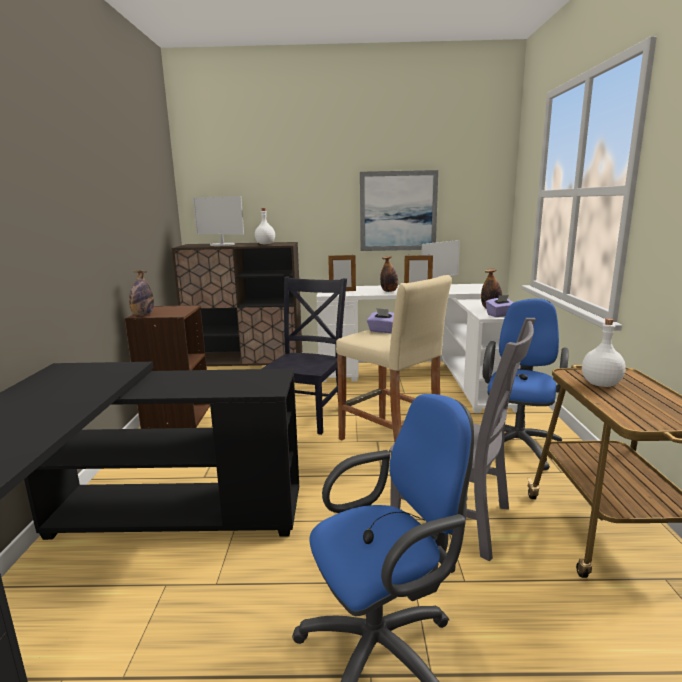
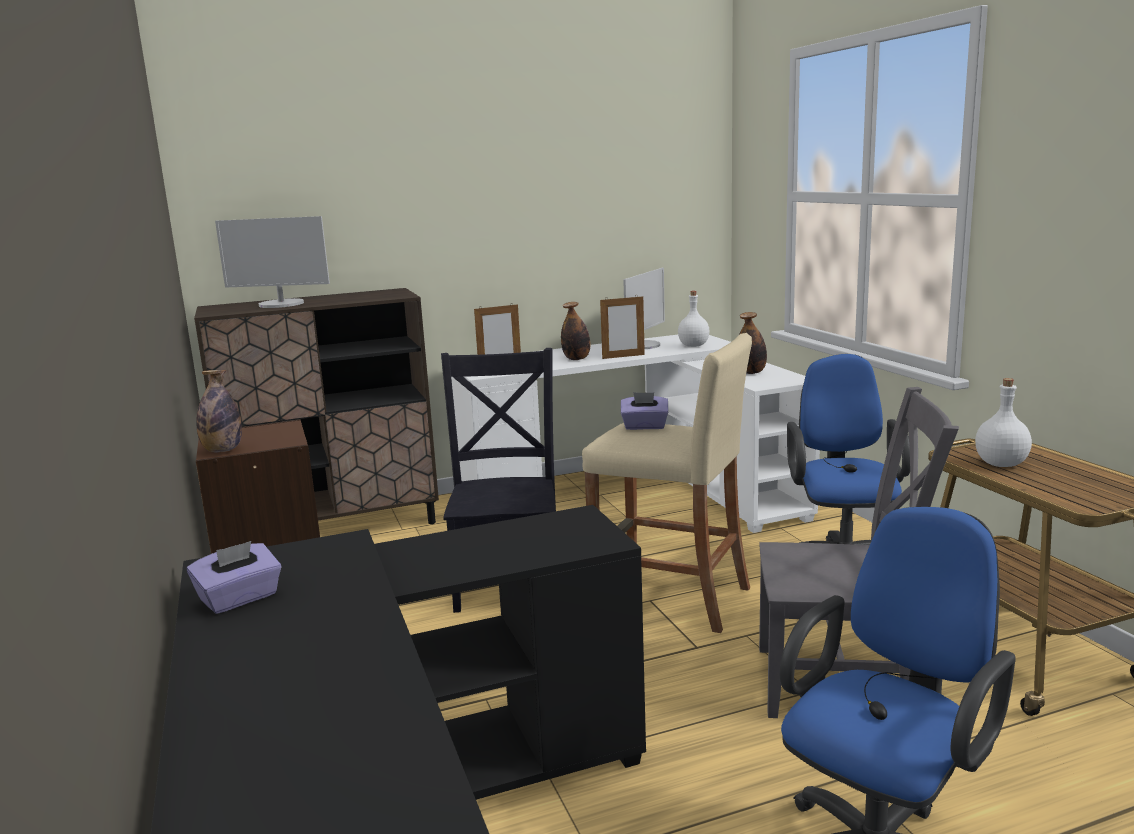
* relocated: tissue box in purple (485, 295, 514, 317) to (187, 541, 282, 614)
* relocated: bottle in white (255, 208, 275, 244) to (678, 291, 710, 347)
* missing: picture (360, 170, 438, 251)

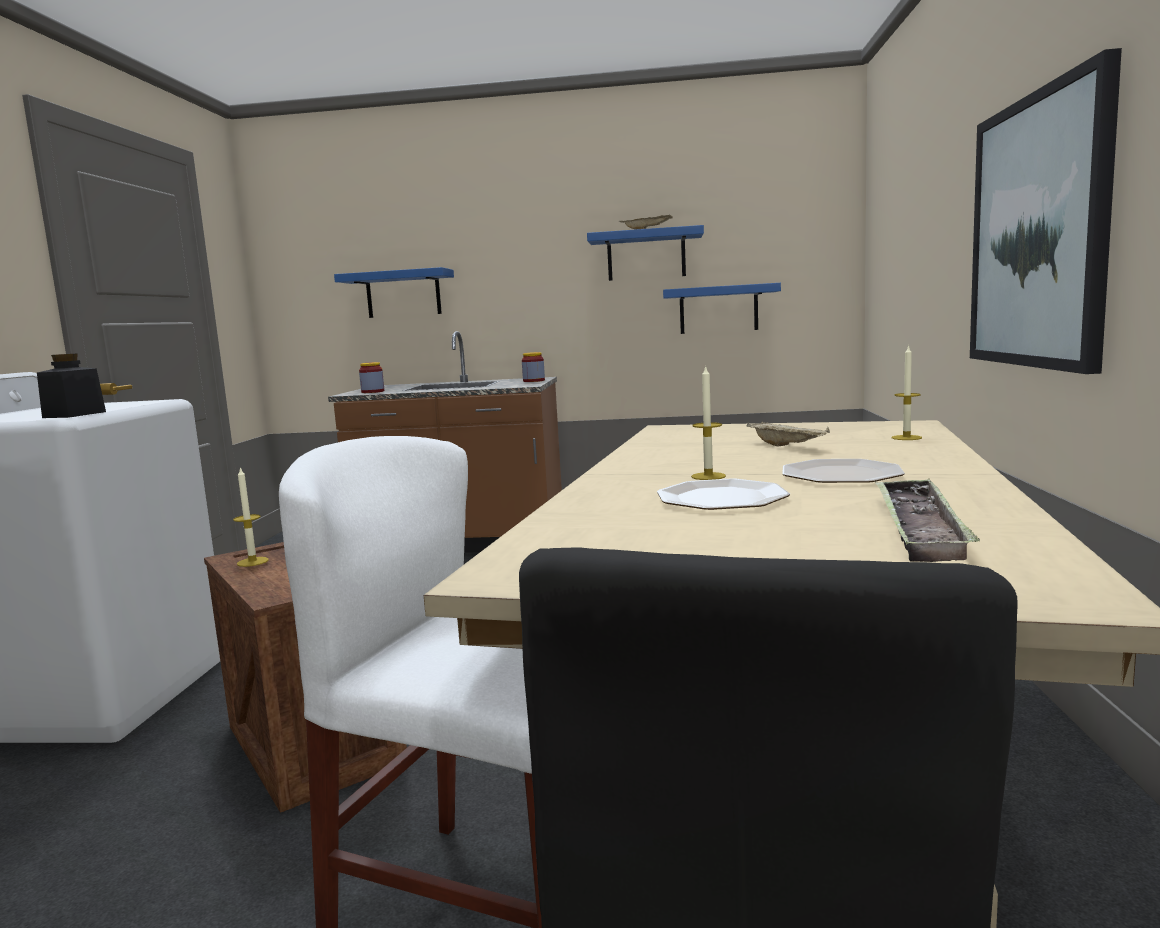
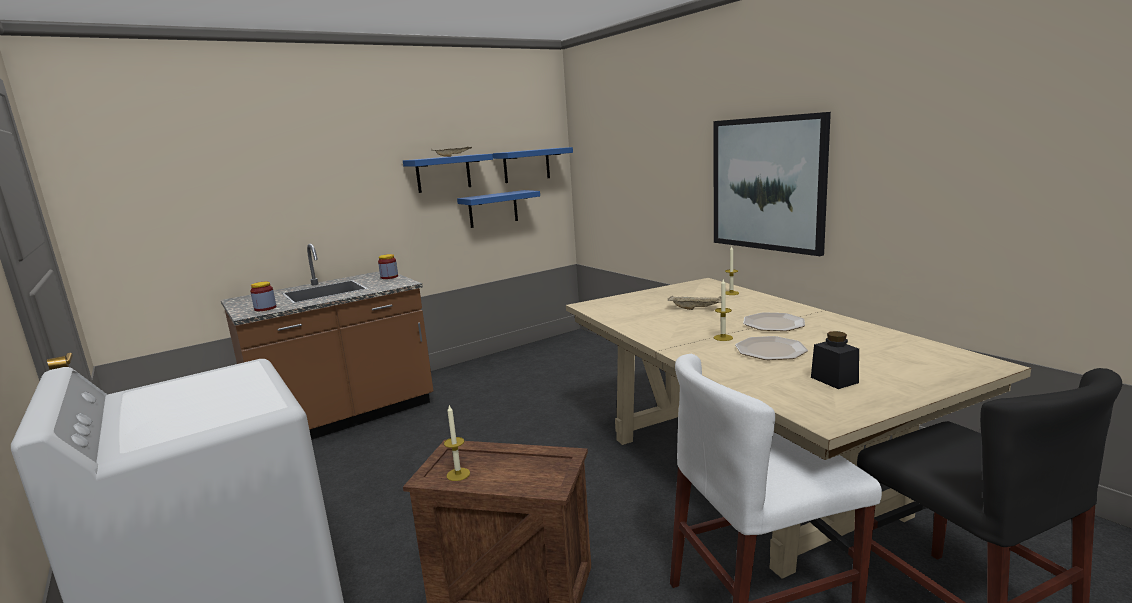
* relocated: shelf in blue (334, 267, 454, 318) to (493, 147, 573, 183)
* relocated: jar in black (37, 353, 106, 418) to (811, 331, 859, 389)
* missing: tray (875, 479, 980, 562)

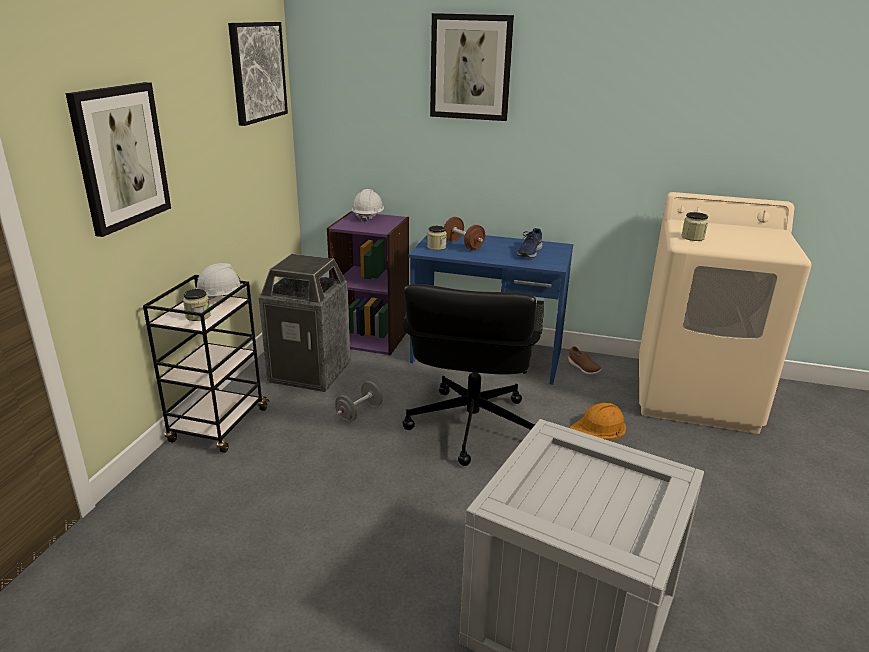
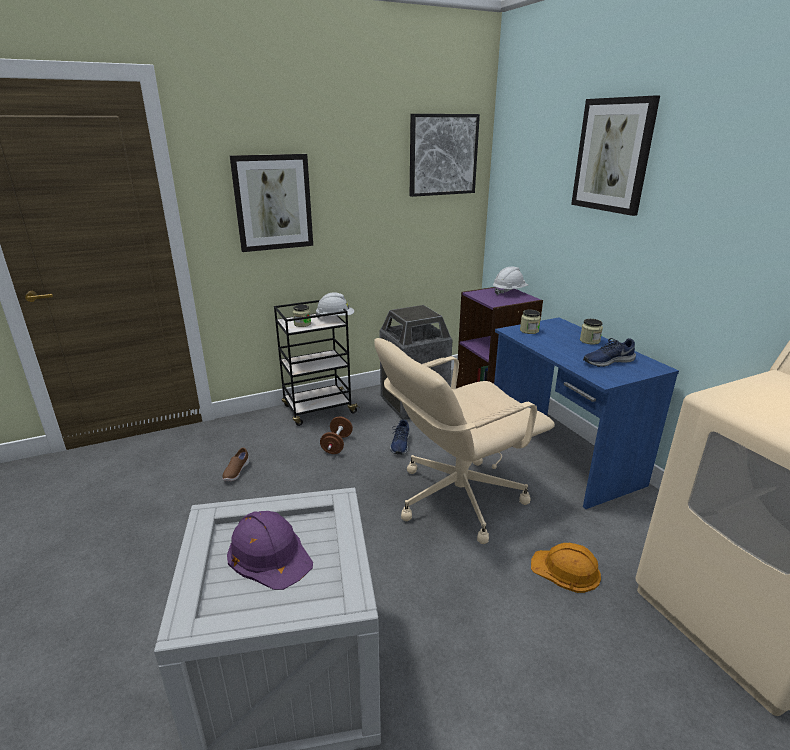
* relocated: shoe in brown (568, 346, 601, 375) to (223, 448, 249, 481)
* appeared: hard hat in purple (227, 511, 313, 590)
* relocated: dumbbell in brown (444, 217, 485, 250) to (320, 417, 353, 454)
* colour: office chair in black (403, 284, 544, 466) to office chair in beige (374, 338, 555, 544)
* exchanged: dumbbell in grey (335, 381, 383, 422) to shoe in blue (390, 420, 410, 455)
* relocated: jar (681, 212, 708, 241) to (580, 319, 603, 345)

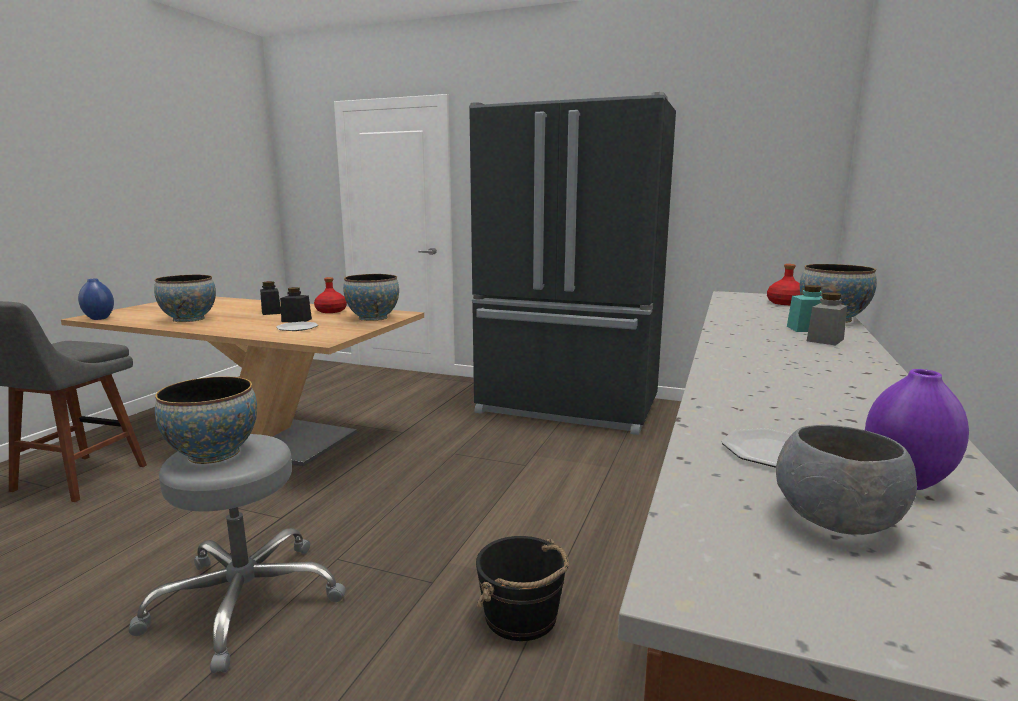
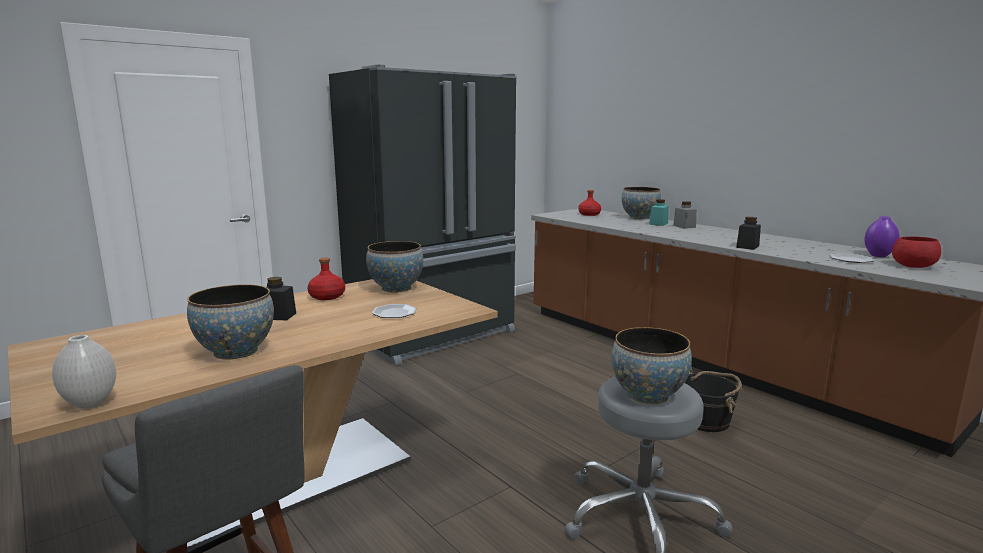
* colour: vase in blue (78, 279, 114, 320) to vase in white (52, 335, 116, 409)
* relocated: jar in black (280, 287, 312, 322) to (736, 217, 761, 250)
* colour: bowl in grey (776, 425, 917, 535) to bowl in red (892, 236, 941, 268)

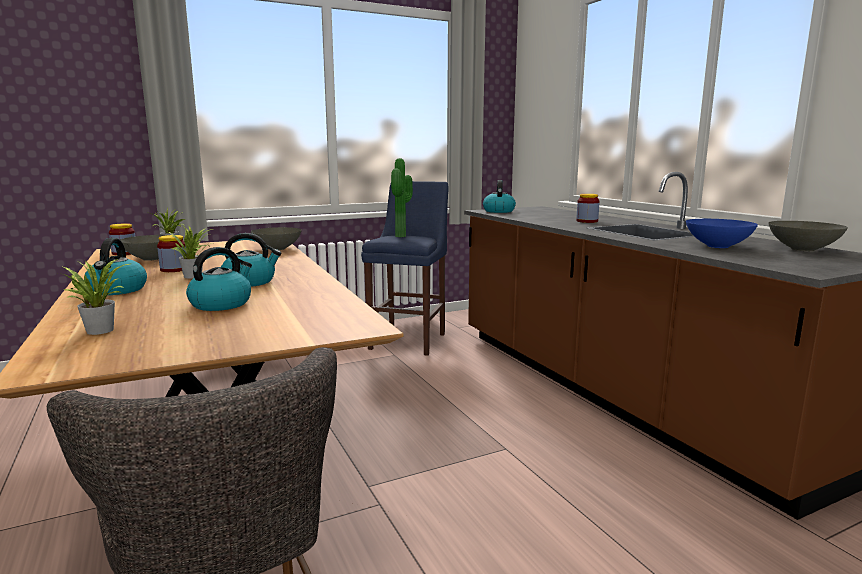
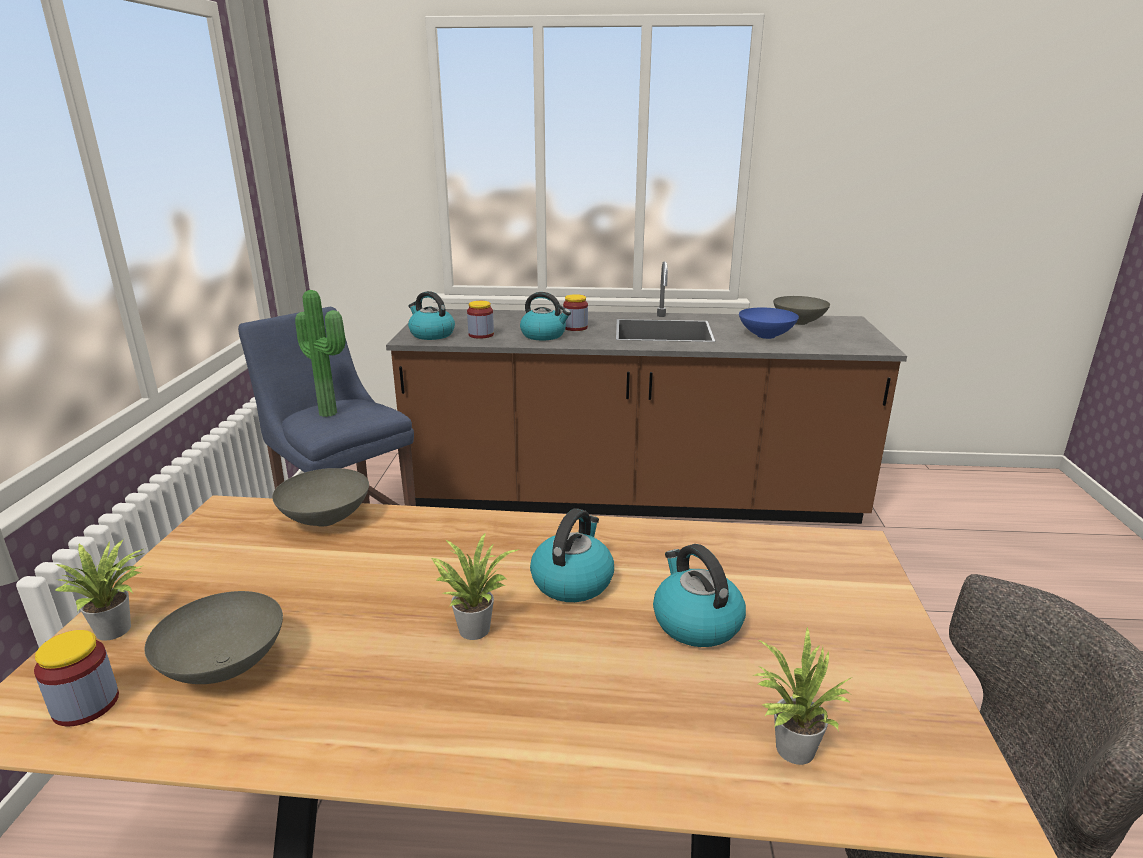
* relocated: jar (157, 235, 187, 272) to (467, 301, 494, 339)
* relocated: kettle (85, 238, 147, 295) to (520, 292, 571, 340)

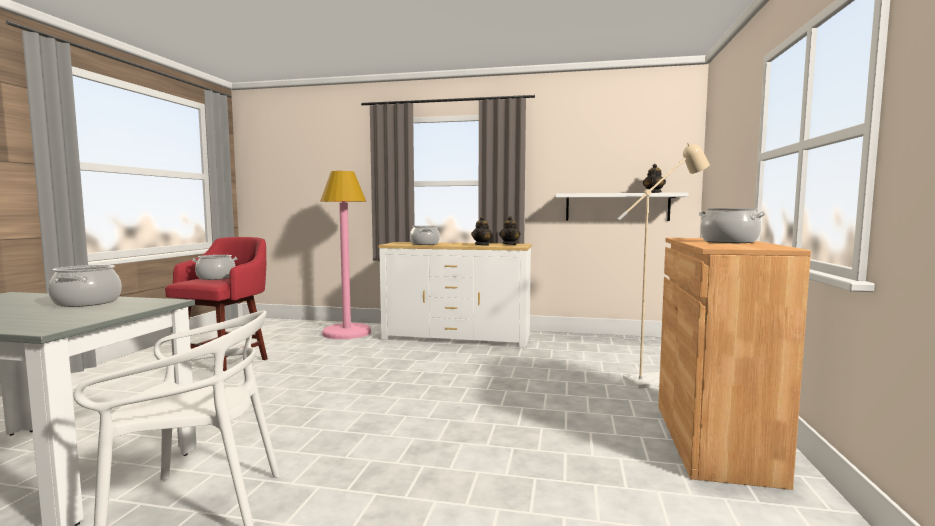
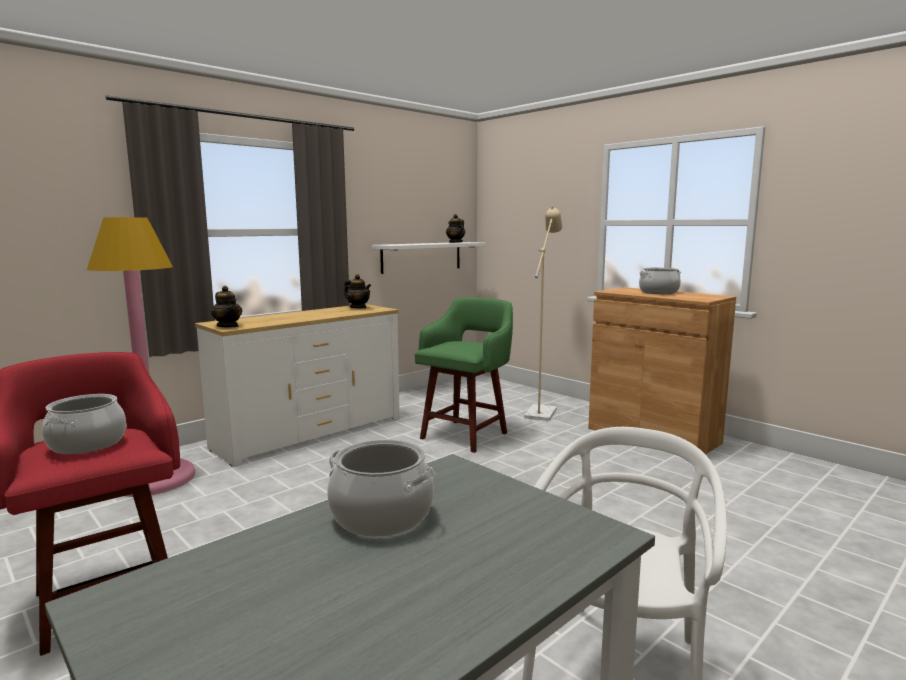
* relocated: teapot (471, 216, 493, 246) to (211, 286, 242, 327)
* appeared: stool in green (415, 297, 513, 453)
* missing: cooking pot (410, 226, 440, 245)

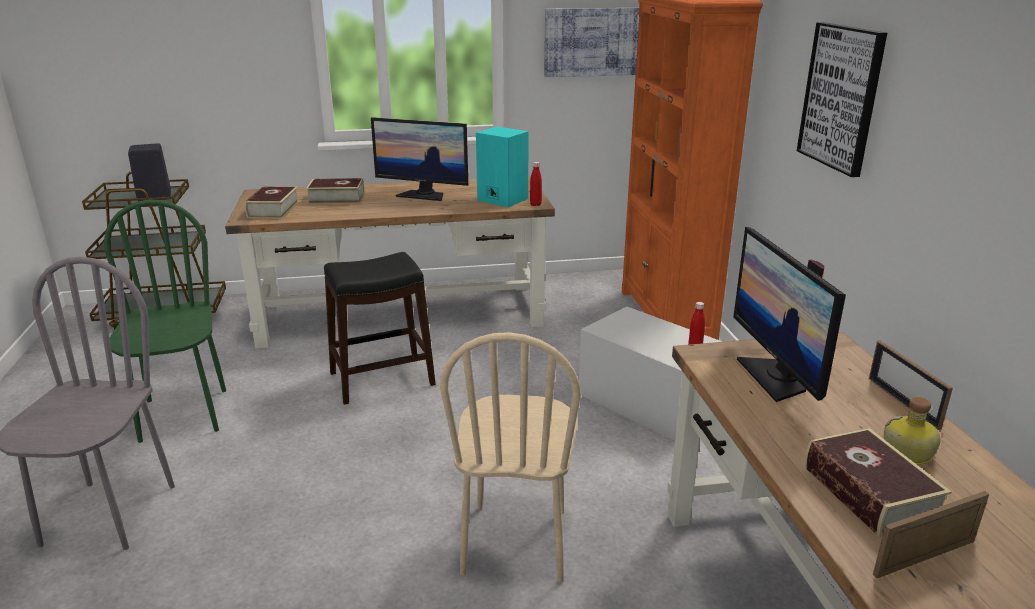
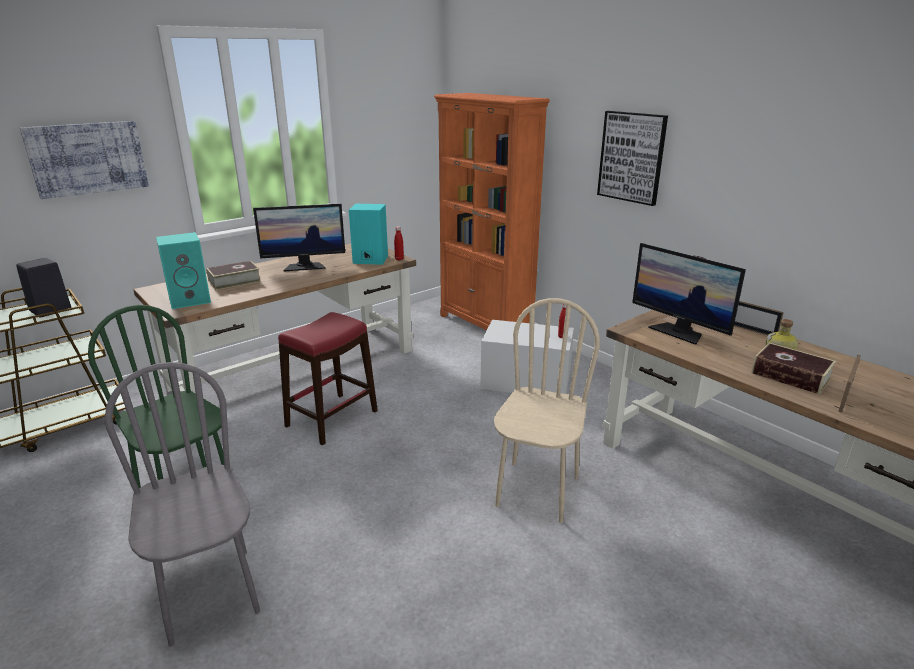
* relocated: picture (544, 8, 639, 77) to (20, 121, 149, 199)
* exchanged: book (245, 186, 300, 219) to speaker in turquoise (156, 232, 211, 309)
* colour: stool in black (324, 252, 436, 405) to stool in red (278, 312, 378, 446)
* spun: chair in beige (440, 332, 581, 583) = (494, 298, 600, 523) 135 degrees counterclockwise

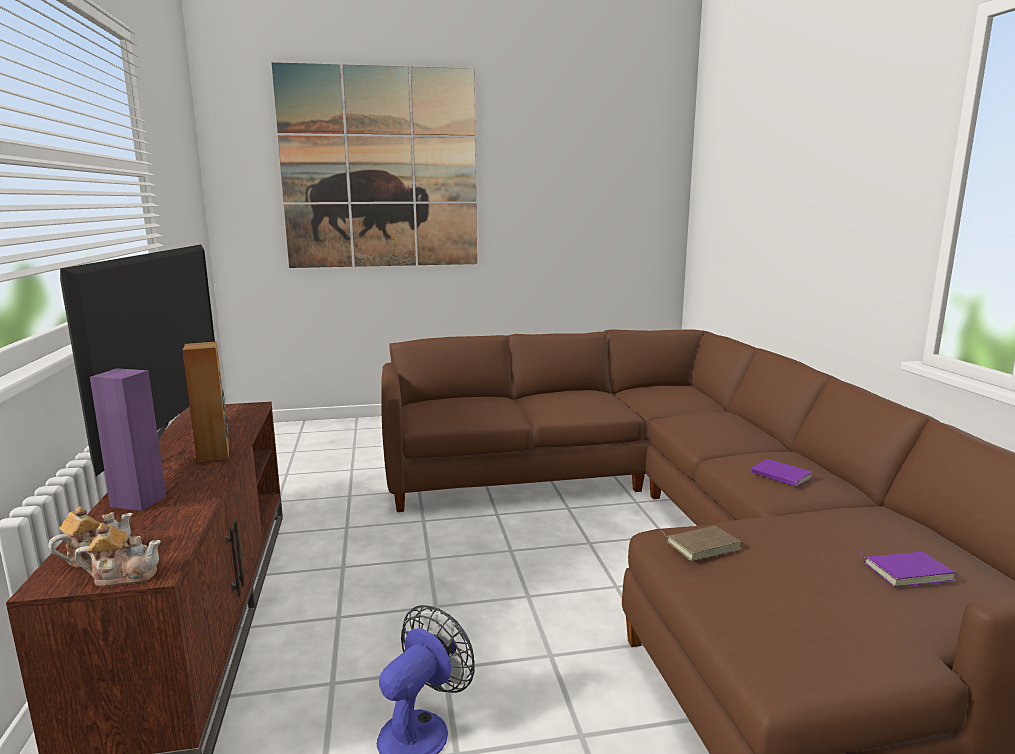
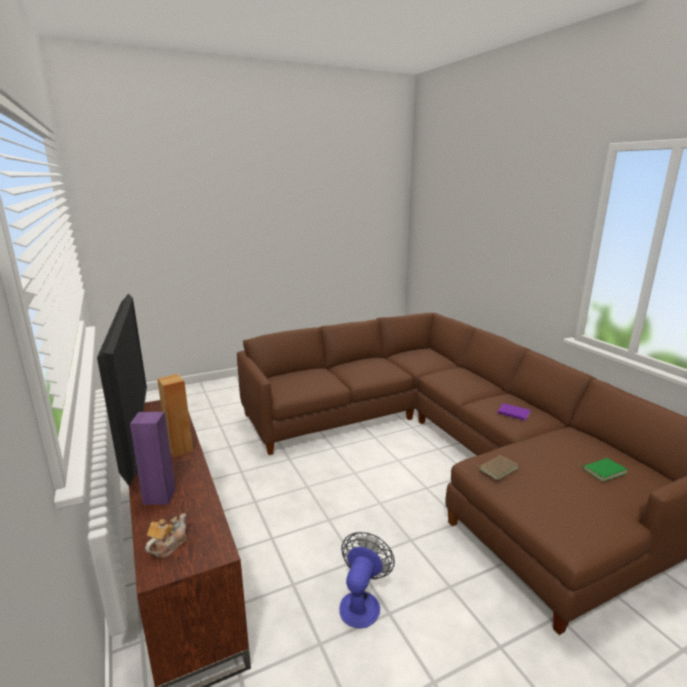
* colour: book in purple (856, 550, 955, 587) to book in green (580, 458, 627, 482)
* missing: teapot (75, 523, 161, 586)
* missing: picture (272, 62, 477, 268)

